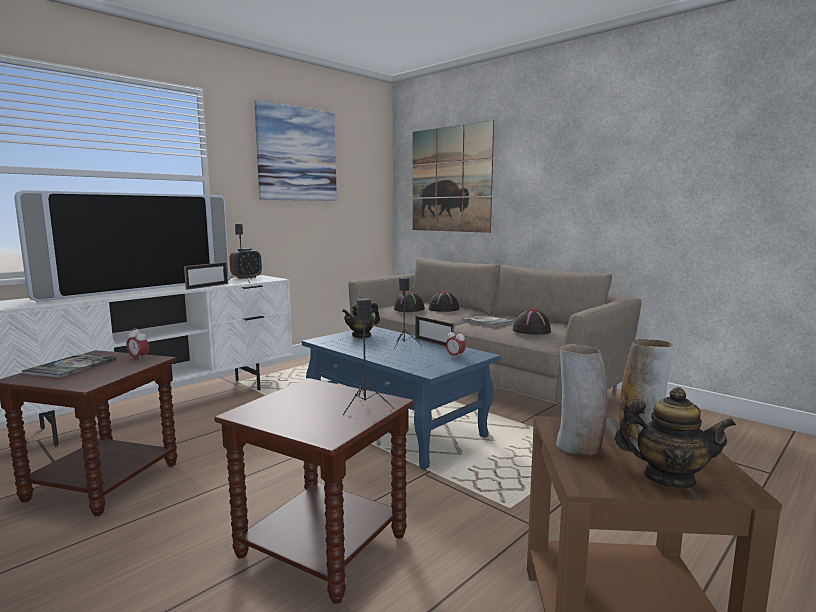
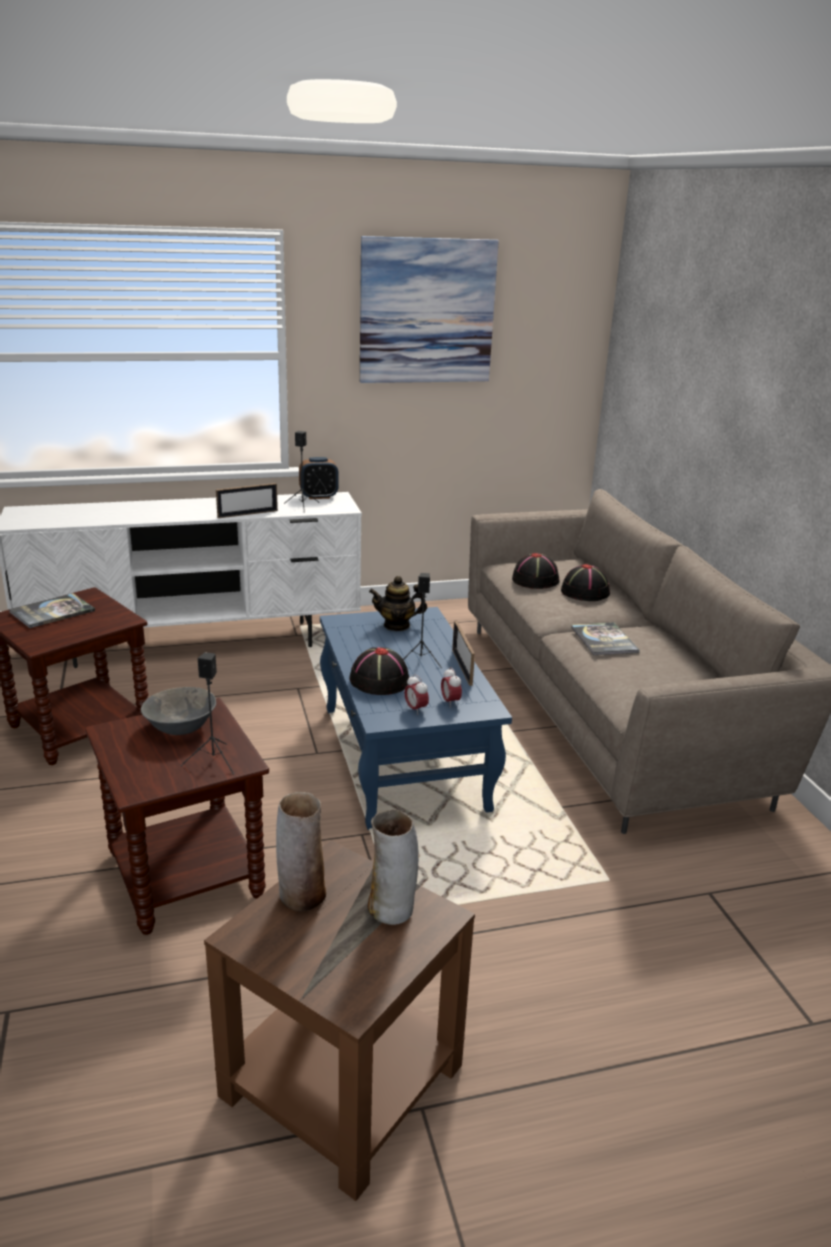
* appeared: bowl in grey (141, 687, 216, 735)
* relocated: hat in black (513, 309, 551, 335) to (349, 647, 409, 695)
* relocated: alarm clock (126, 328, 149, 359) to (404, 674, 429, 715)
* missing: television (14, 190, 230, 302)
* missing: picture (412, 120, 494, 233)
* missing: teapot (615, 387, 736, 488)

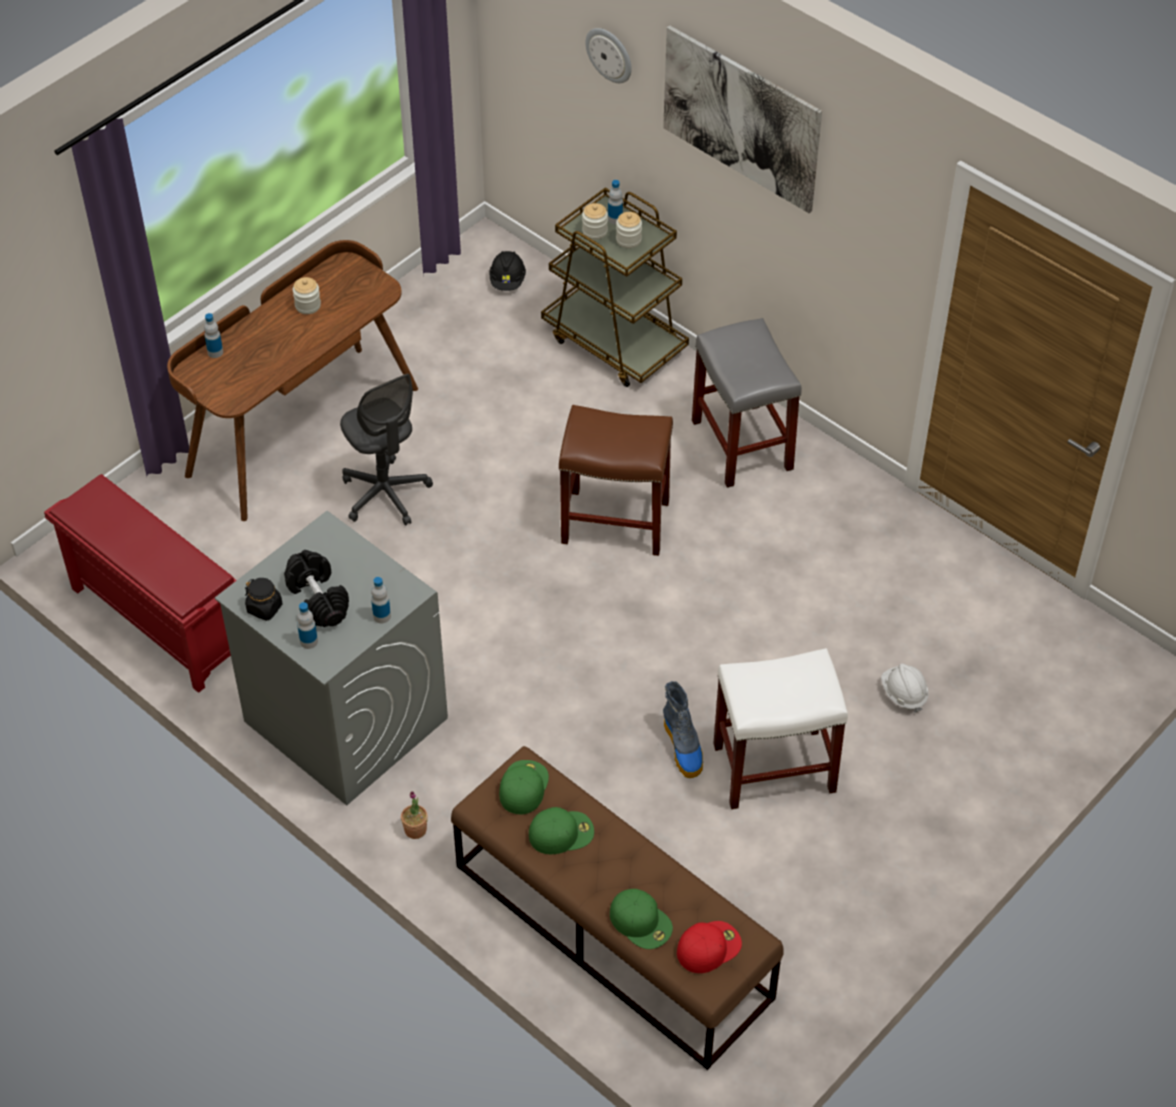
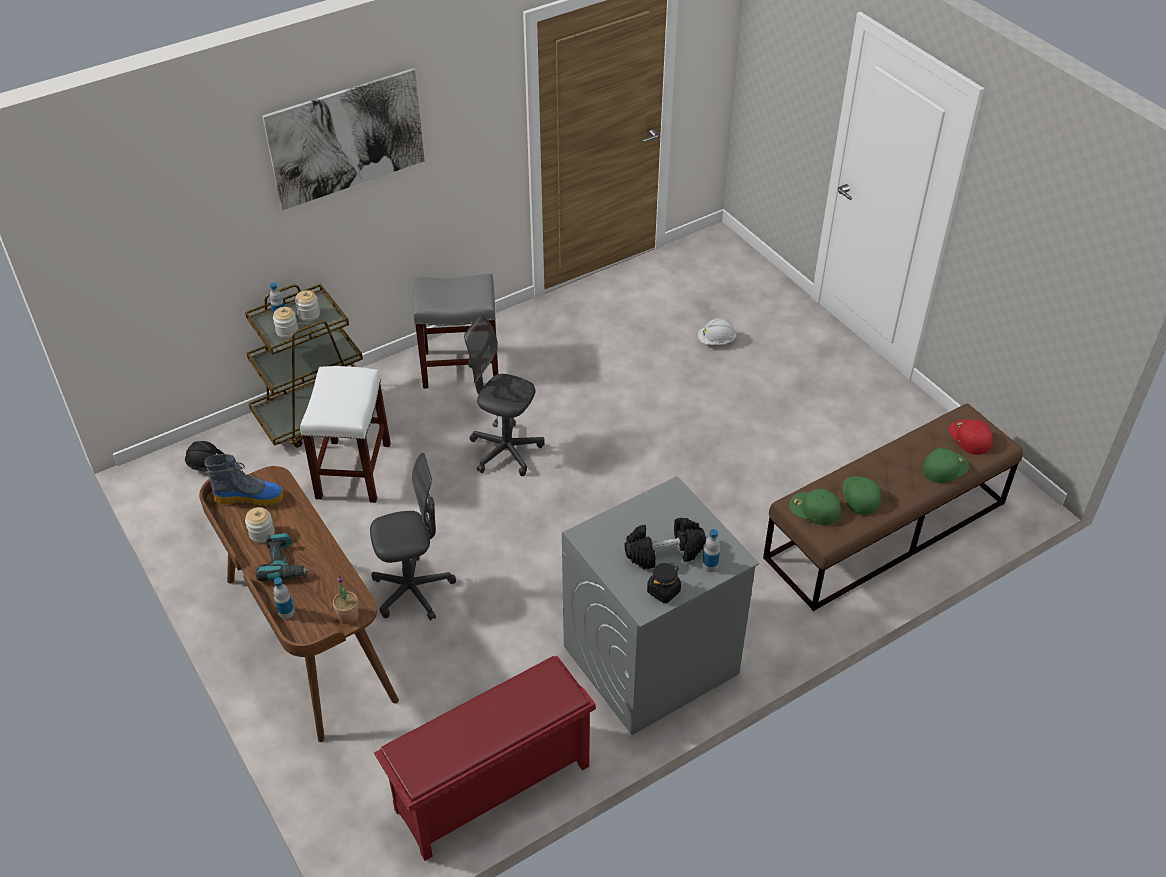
* relocated: boot (663, 681, 703, 778) to (204, 454, 284, 506)
* appeared: power drill (256, 533, 310, 581)
* relocated: stool in white (713, 648, 848, 810) to (300, 366, 391, 503)
* relocated: potted plant (401, 791, 428, 839) to (333, 576, 359, 624)
* exchanged: stool in brown (559, 405, 673, 556) to office chair in grey (464, 314, 545, 476)
* missing: bottle (371, 577, 391, 623)
* missing: wall clock (585, 28, 632, 83)

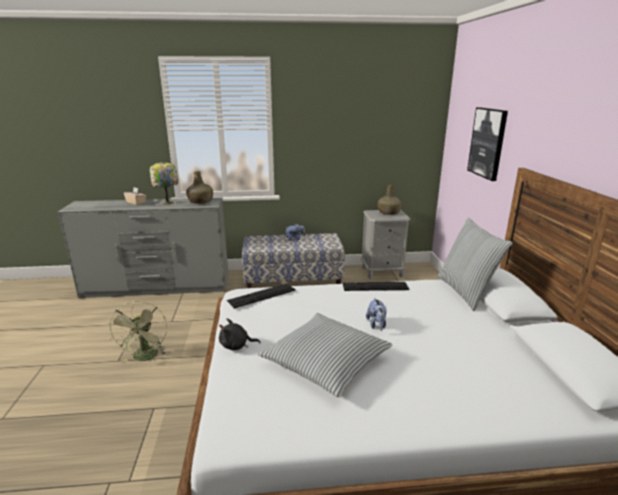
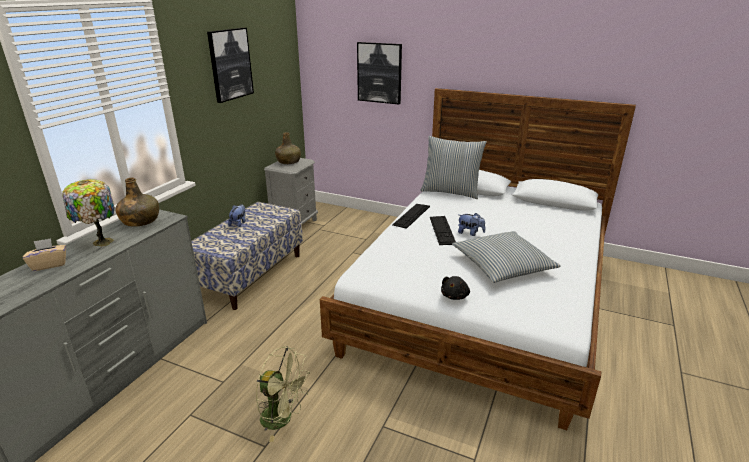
* appeared: picture (207, 28, 254, 103)
* relocated: keyboard (227, 283, 295, 309) to (430, 216, 456, 245)

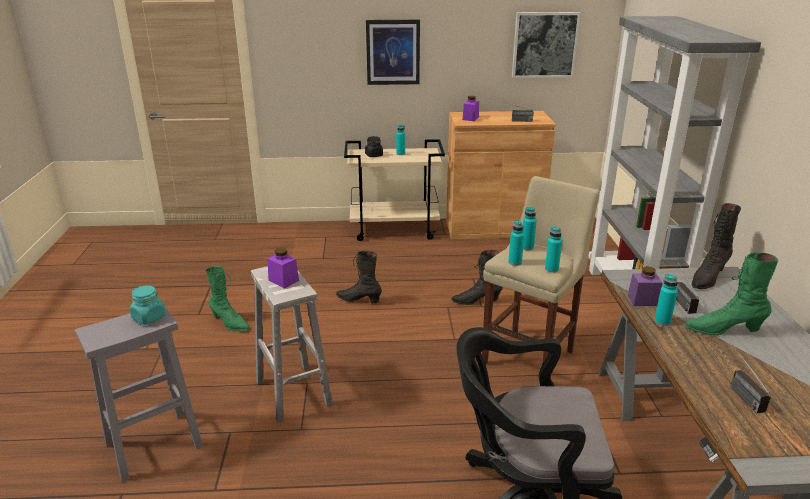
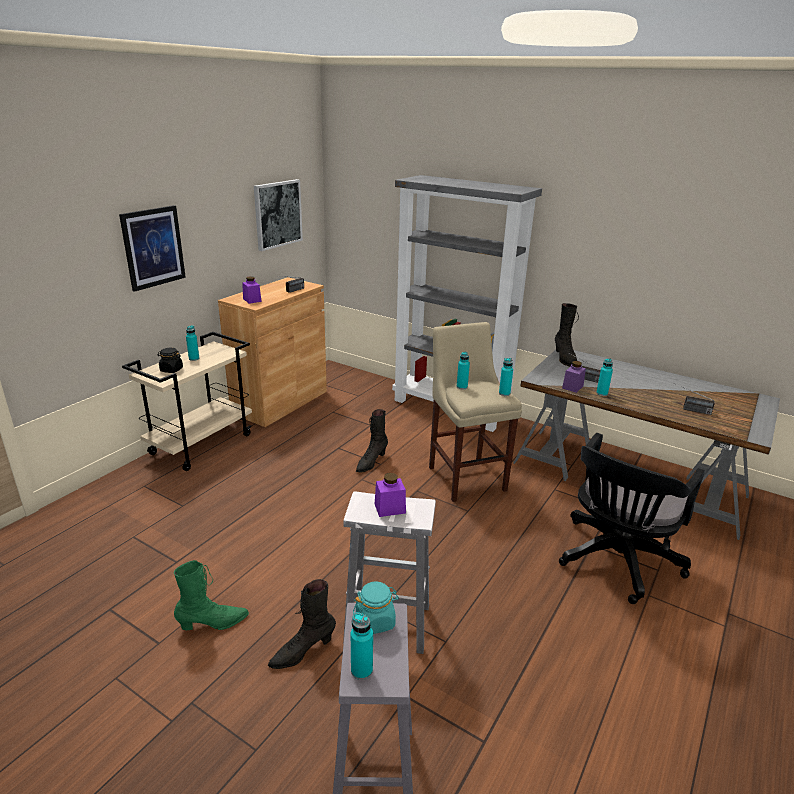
* relocated: boot in black (336, 251, 382, 304) to (268, 579, 336, 669)
* relocated: bottle in turquoise (508, 220, 524, 266) to (351, 612, 373, 680)
* missing: boot in green (685, 252, 778, 335)

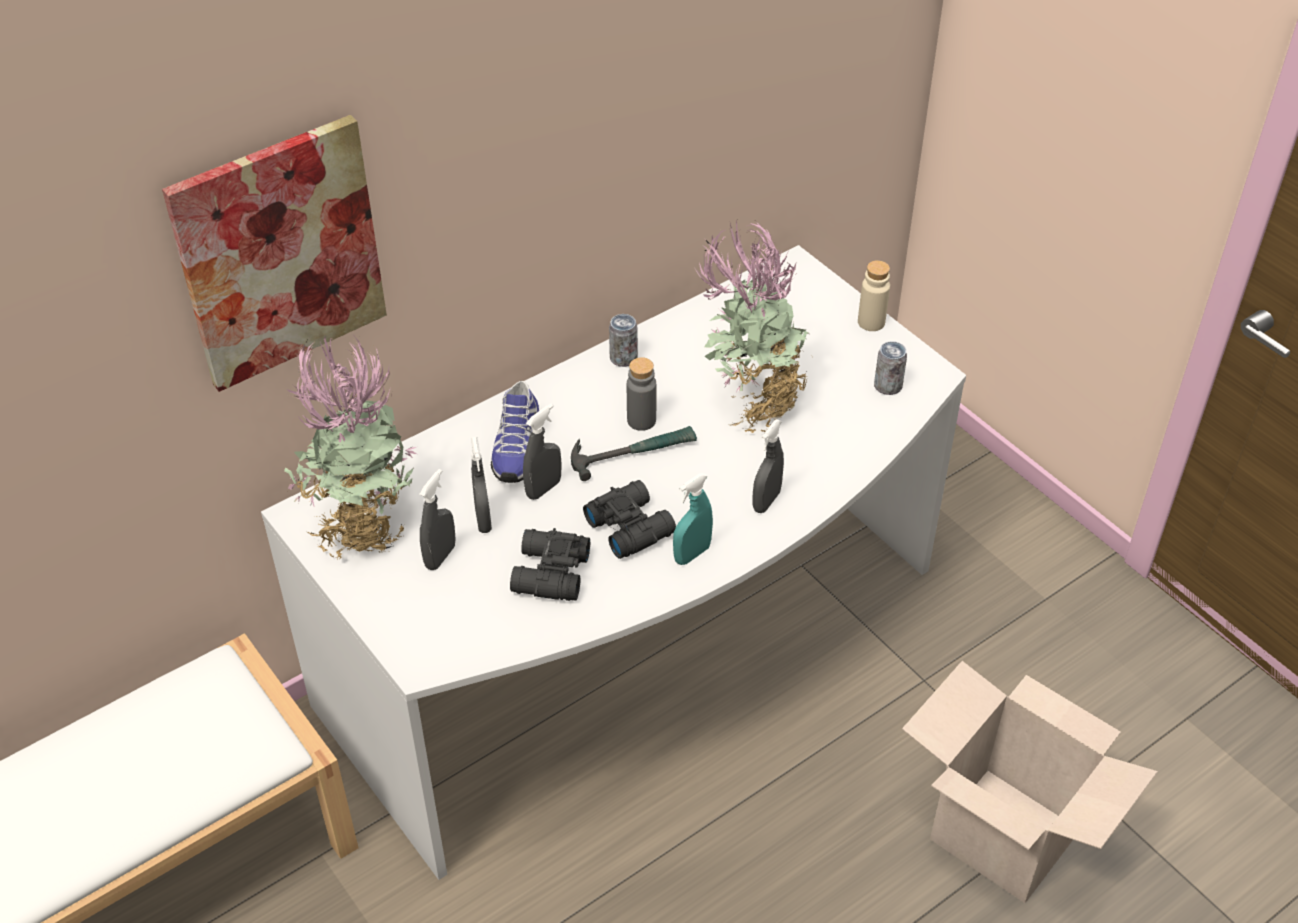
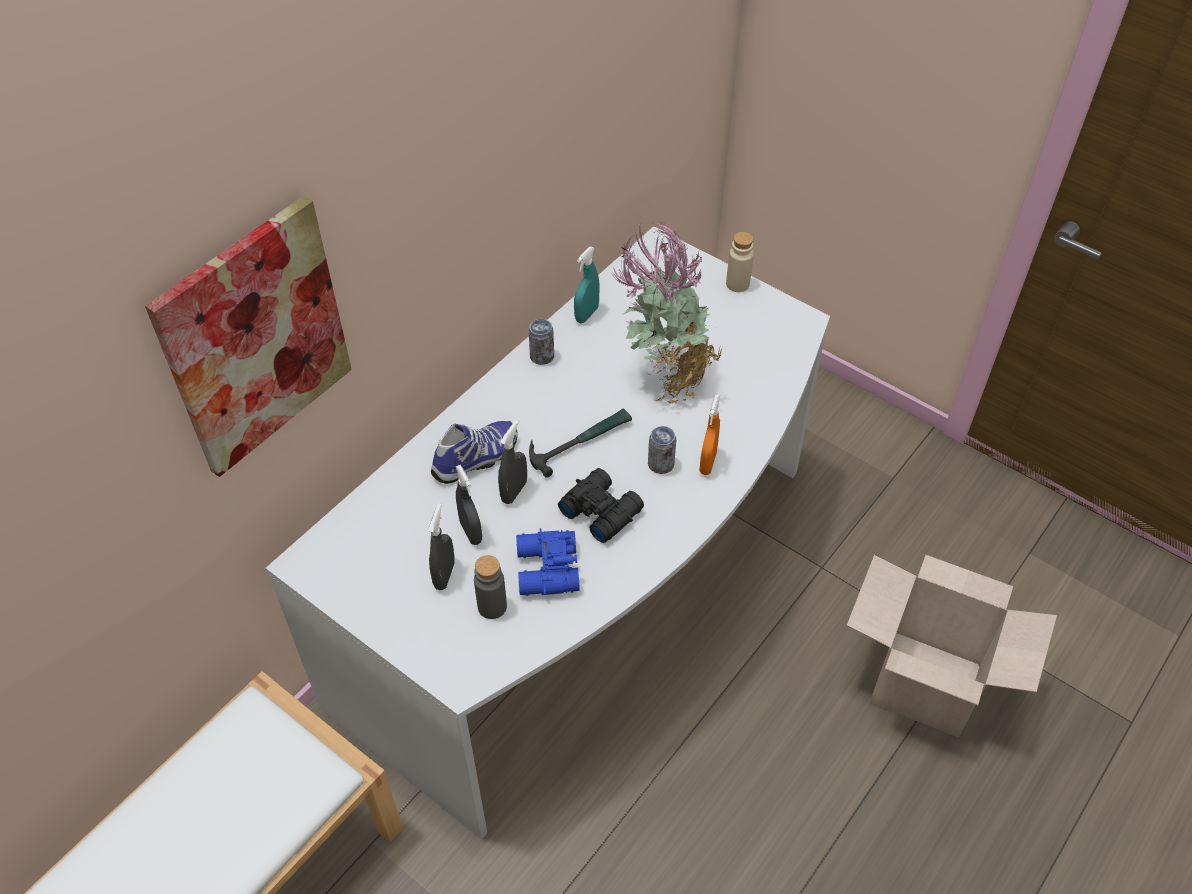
* spun: shoe (491, 381, 539, 483) = (431, 421, 518, 484) 120 degrees counterclockwise
* relocated: bottle in grey (627, 357, 656, 431) to (474, 555, 507, 619)
* colour: binoculars in black (510, 528, 590, 601) to binoculars in blue (516, 528, 580, 596)
* relocated: spray bottle in turquoise (673, 473, 713, 565) to (574, 247, 599, 323)
* relocated: can (874, 341, 907, 395) to (648, 426, 676, 474)
* colour: spray bottle in grey (752, 419, 784, 513) to spray bottle in orange (699, 394, 720, 475)
* missing: potted plant (284, 336, 417, 559)

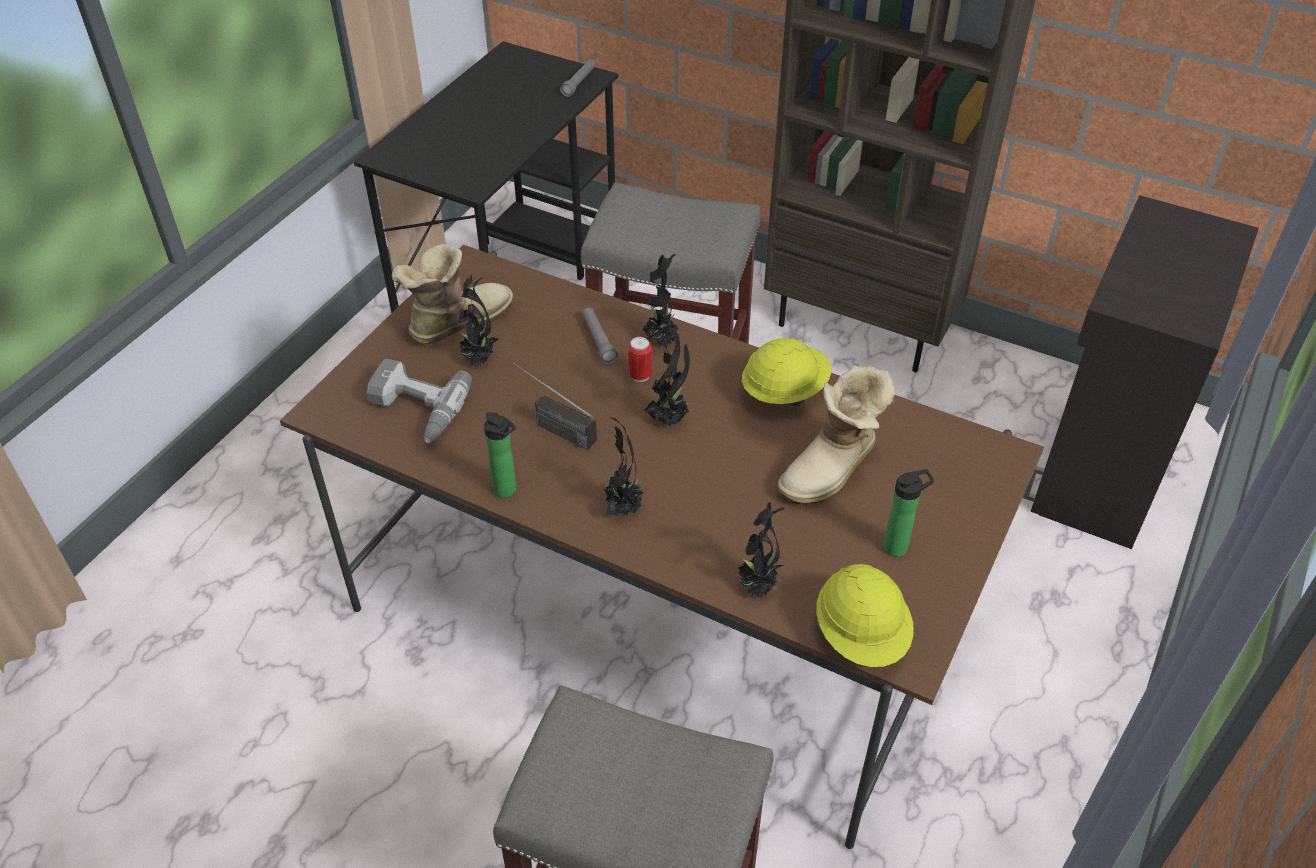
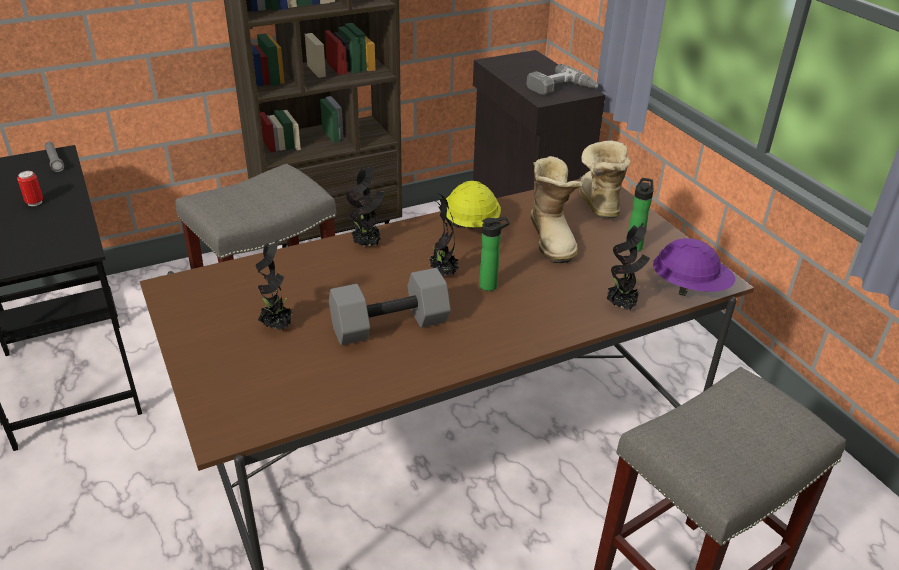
* relocated: can (628, 337, 652, 382) to (17, 171, 43, 206)
* exchanged: radio (514, 363, 597, 450) to dumbbell in grey (329, 268, 451, 346)
* relocated: bottle (484, 412, 516, 498) to (479, 217, 510, 291)
* relocated: power drill (367, 359, 472, 443) to (527, 64, 598, 95)
* relocated: boot (392, 244, 514, 344) to (579, 140, 630, 218)
* colour: hard hat in yellow (816, 564, 914, 667) to hard hat in purple (653, 238, 735, 296)
* missing: flashlight in grey (582, 308, 618, 364)
* missing: potted plant (603, 417, 644, 516)

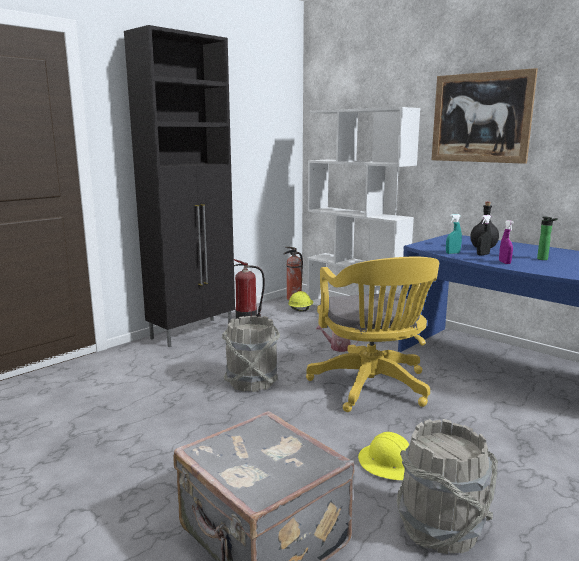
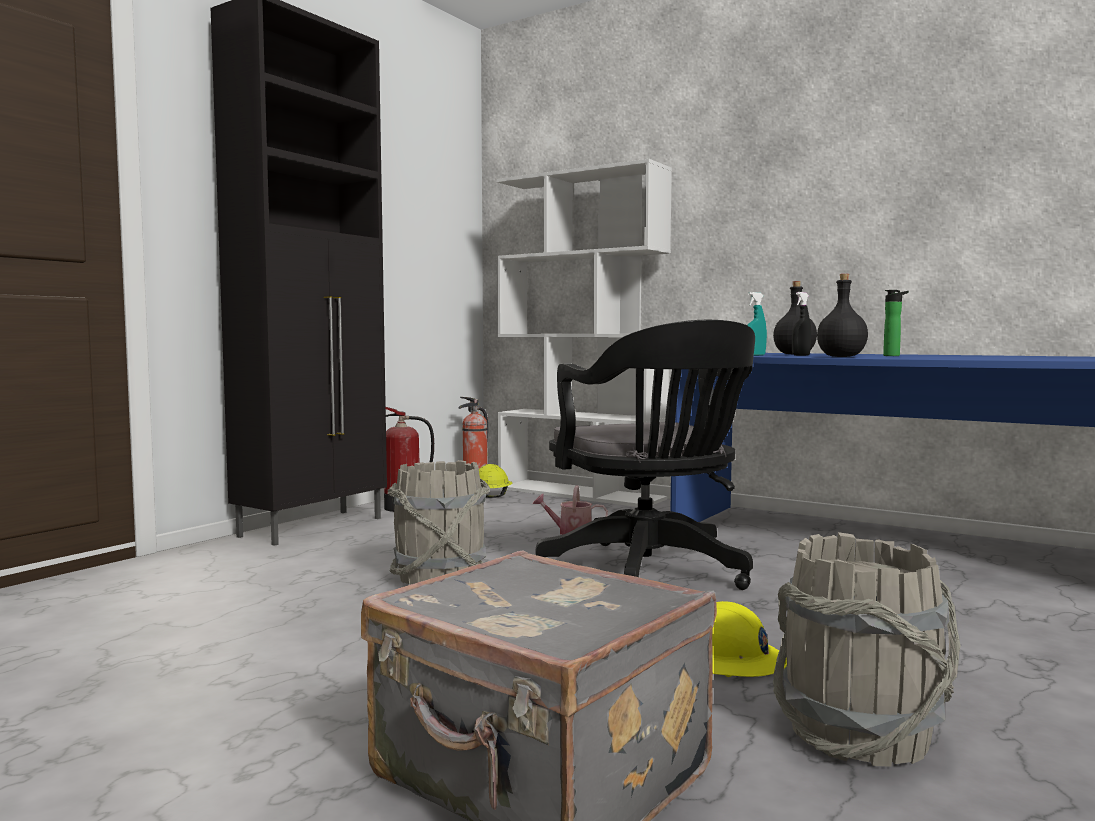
* colour: office chair in yellow (306, 257, 439, 412) to office chair in black (536, 320, 755, 590)
* exchanged: spray bottle in purple (499, 220, 514, 264) to bottle in black (817, 274, 868, 357)
* missing: picture (431, 68, 538, 164)

